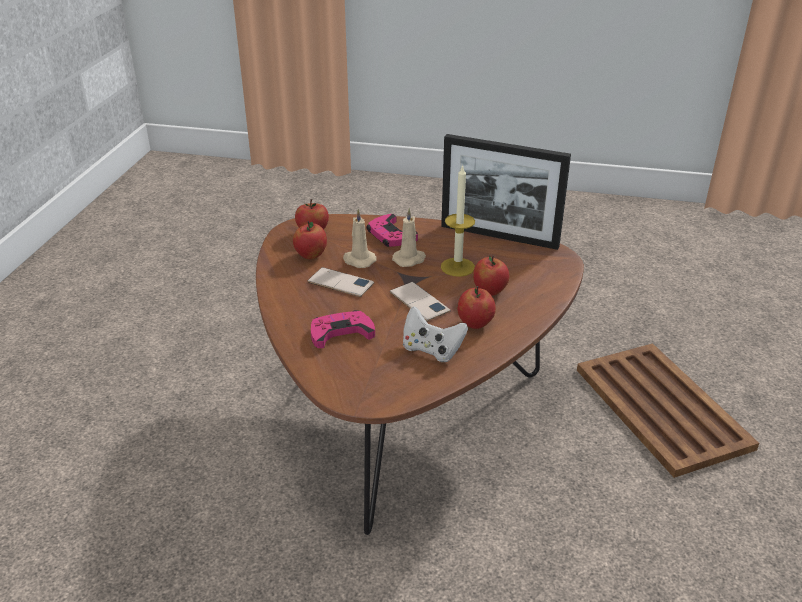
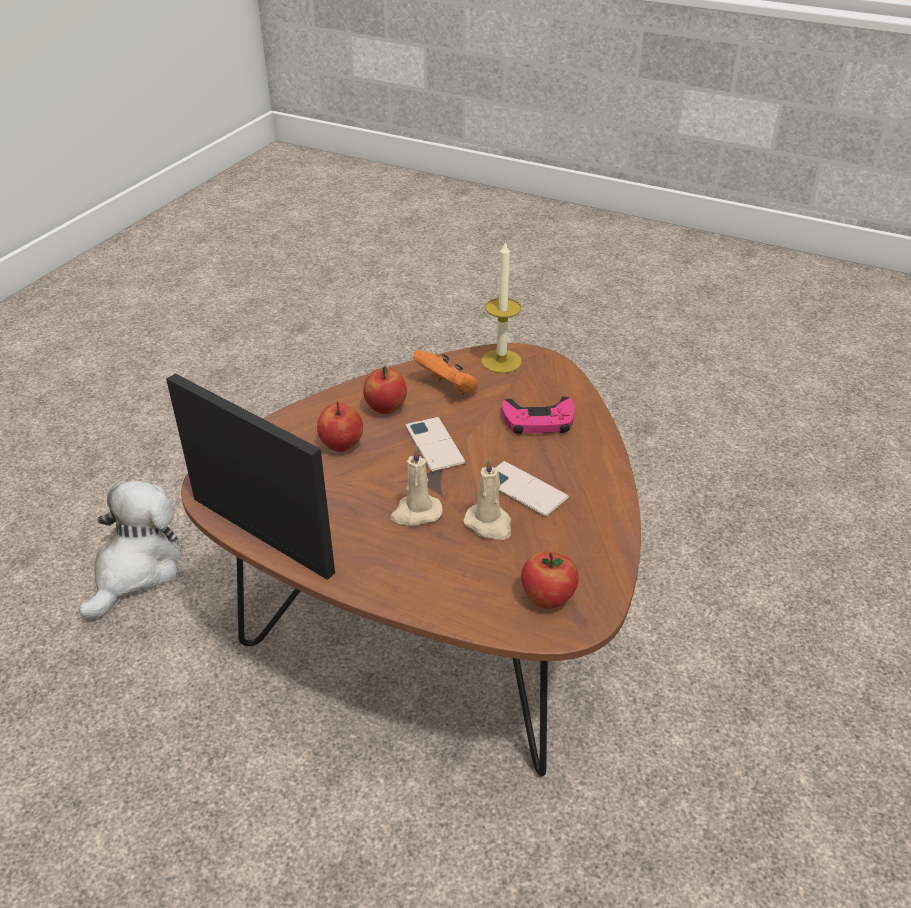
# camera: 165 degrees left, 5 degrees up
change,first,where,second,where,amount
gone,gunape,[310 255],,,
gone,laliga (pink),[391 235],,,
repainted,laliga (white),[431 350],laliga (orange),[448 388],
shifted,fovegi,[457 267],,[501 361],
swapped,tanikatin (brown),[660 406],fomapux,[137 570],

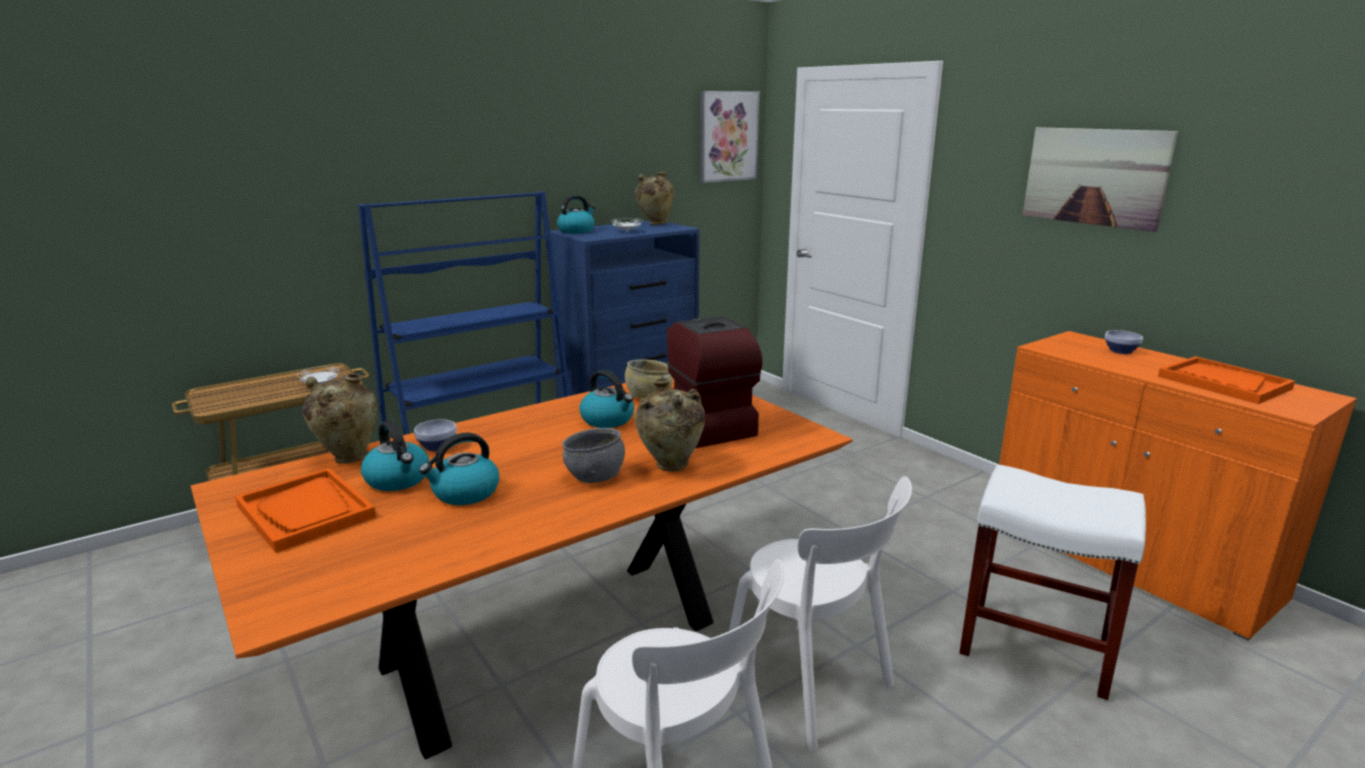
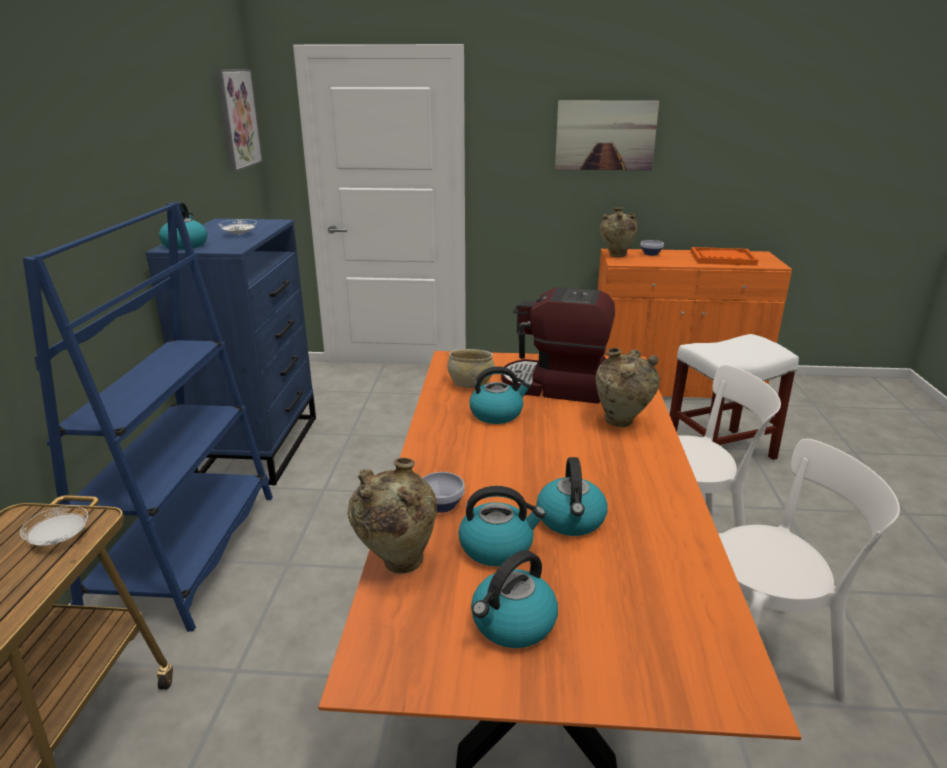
# camera: 50 degrees left, 5 degrees up
change,first,where,second,where,amount
swapped,tanikatin (orange),[306 512],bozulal,[512 623],
gone,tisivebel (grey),[595 476],,,
shifted,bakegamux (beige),[655 224],,[616 256],

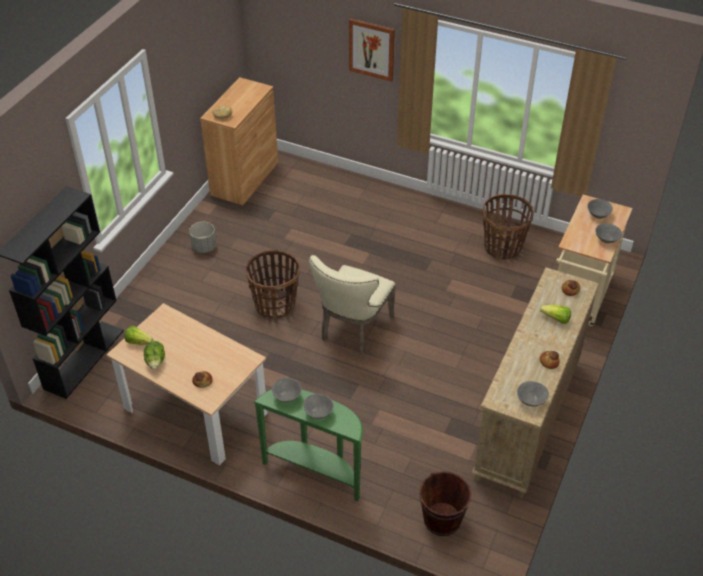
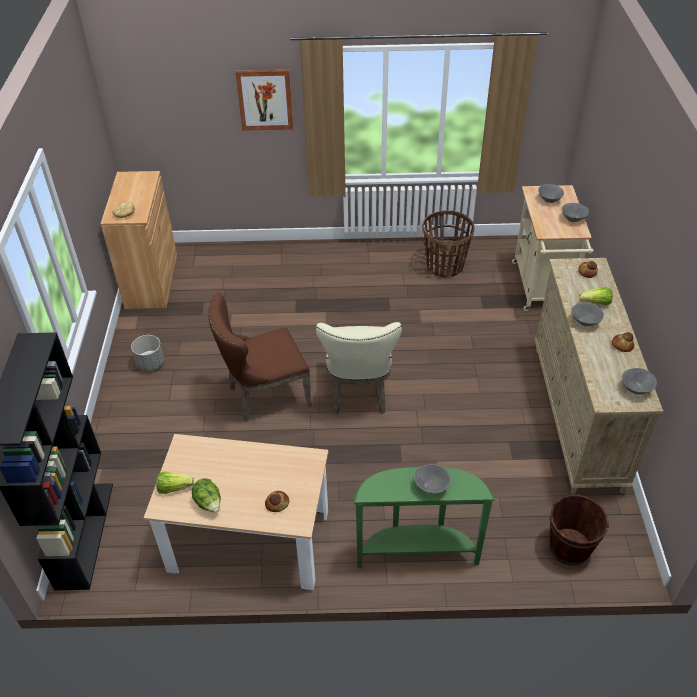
# camera: 25 degrees left, 0 degrees up
change,first,where,second,where,amount
swapped,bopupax,[275 305],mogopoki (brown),[264 396],
shifted,tisivebel (grey),[286 396],,[584 322],

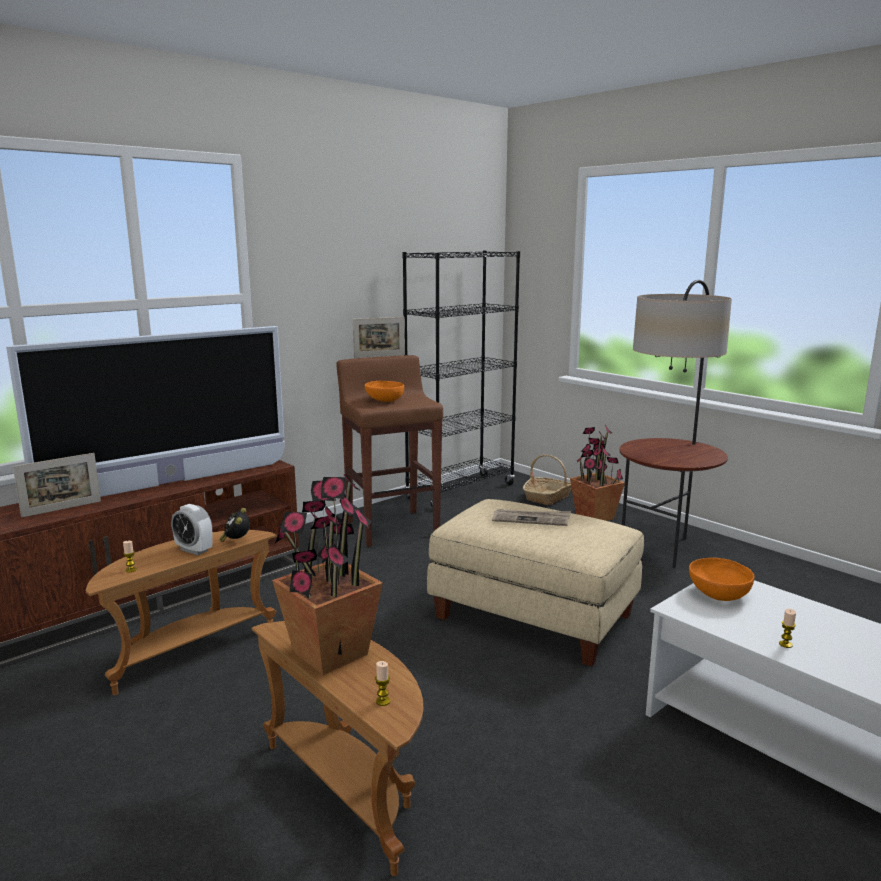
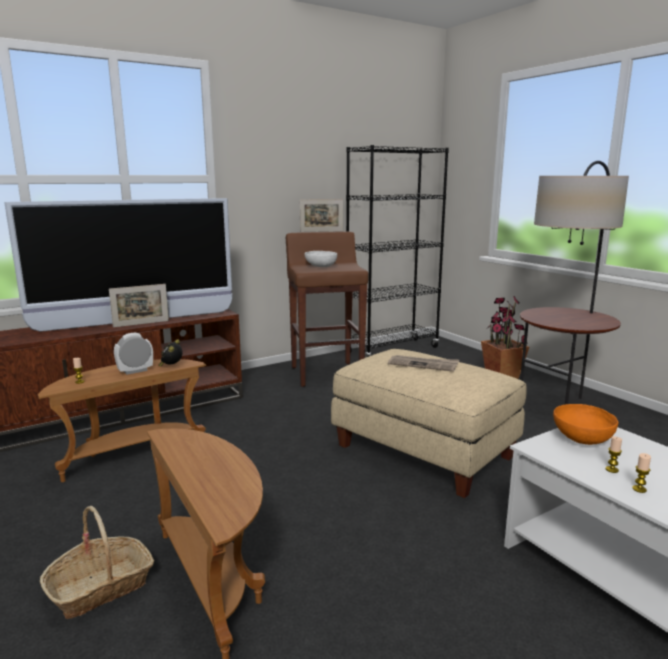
# camera: 10 degrees right, 0 degrees up
change,first,where,second,where,amount
shifted,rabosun,[62 509],,[141 324],
rotated,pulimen,[194 550],,[135 371],105 degrees clockwise
gone,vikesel,[329 653],,,
repainted,tisivebel (orange),[384 400],tisivebel (white),[320 266],
shifted,fovegi,[383 701],,[612 469],
shifted,bopupax,[548 497],,[101 587],

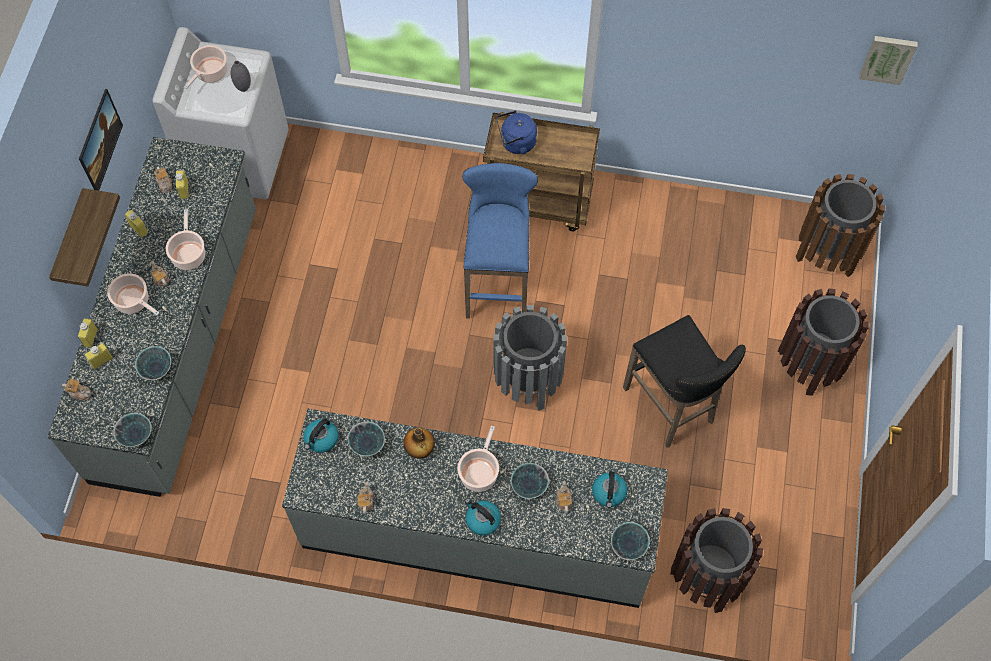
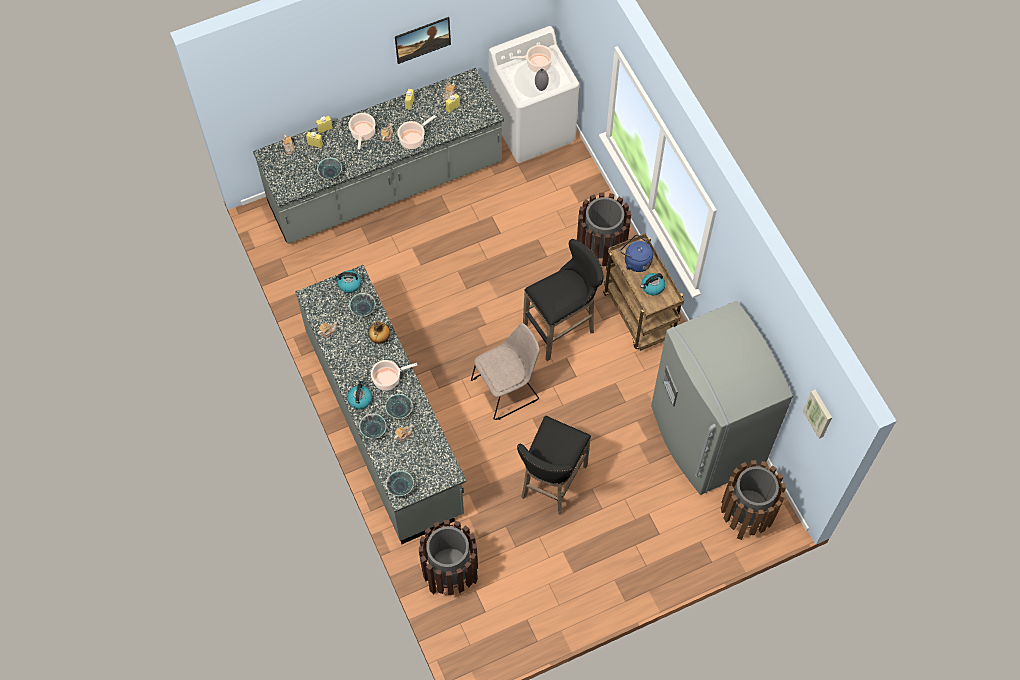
# camera: 55 degrees right, 0 degrees up
change,first,where,second,where,amount
gone,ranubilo,[71 241],,,
shifted,tisivebel,[136 435],,[373 430],
repainted,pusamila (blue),[498 282],pusamila (black),[562 328],
swapped,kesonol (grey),[528 380],mogopoki (beige),[507 388],
shifted,bozulal,[609 493],,[652 287],
shifted,kesonol (brown),[809 364],,[601 251],
new,,,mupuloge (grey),[704 437],

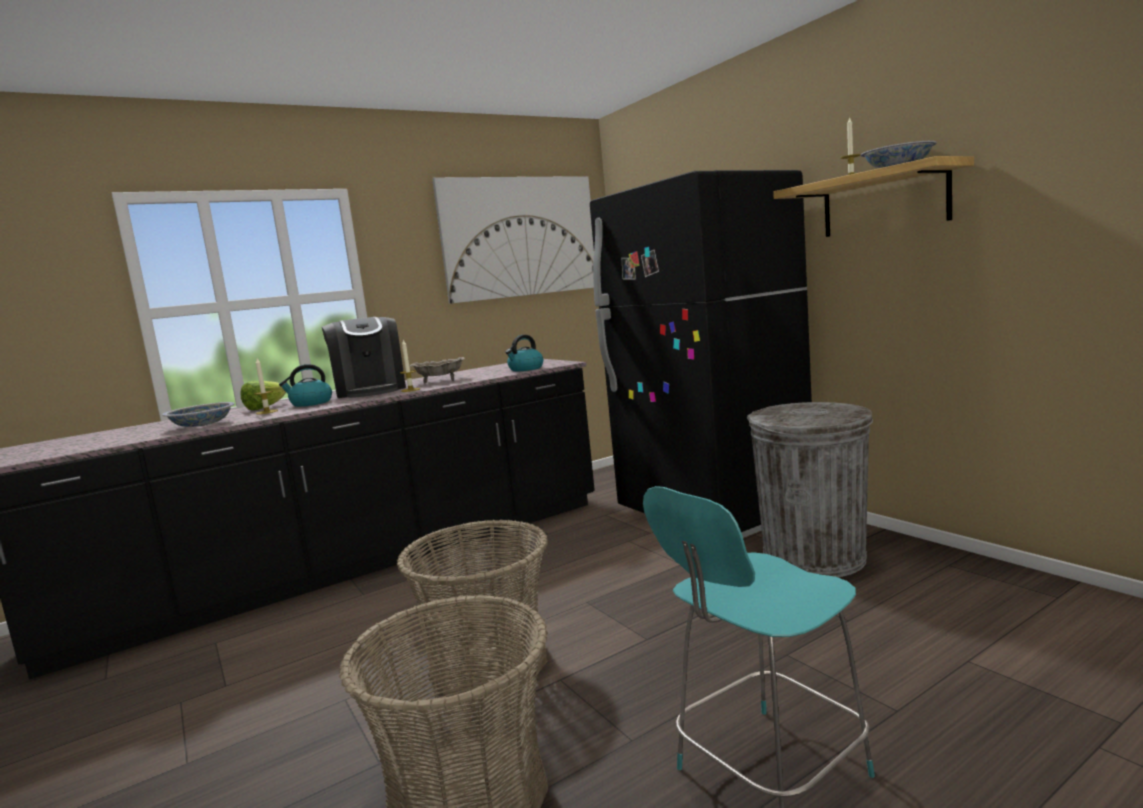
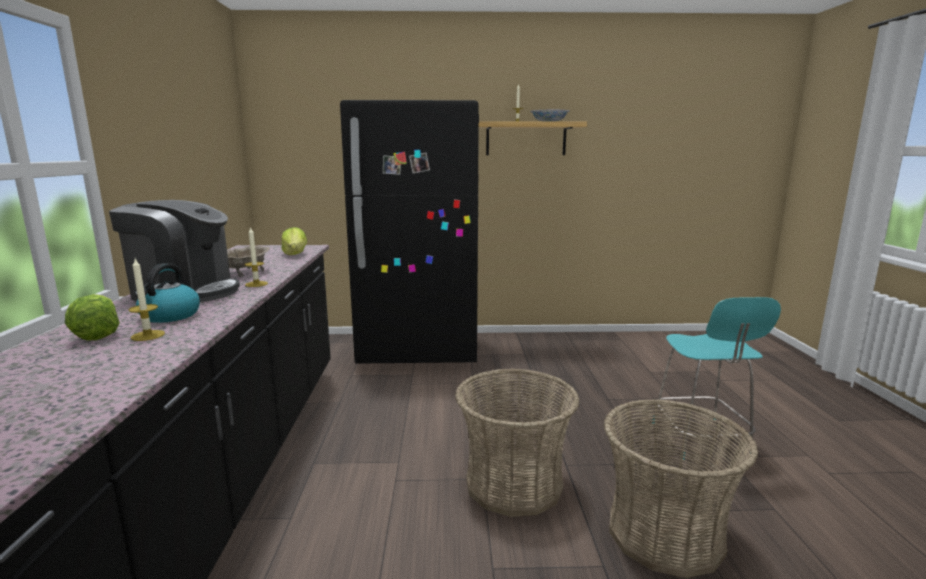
# camera: 60 degrees left, 5 degrees up
change,first,where,second,where,amount
gone,tisivebel,[202 425],,,
gone,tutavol,[520 237],,,
swapped,bozulal,[525 369],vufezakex,[295 254],
gone,kesonol (grey),[814 557],,,

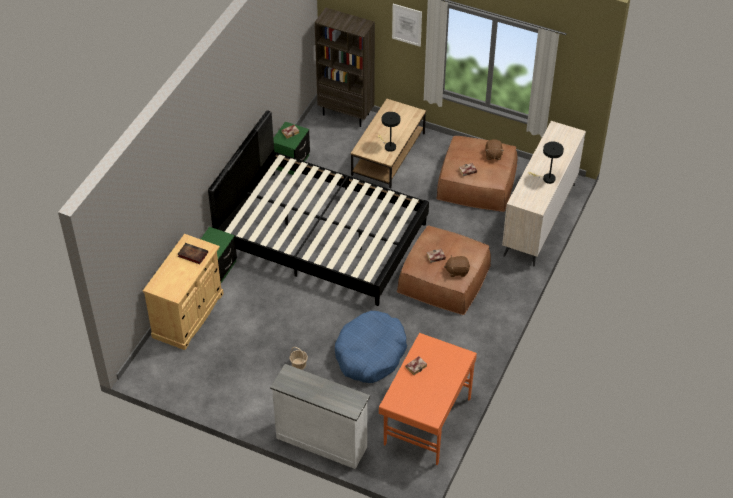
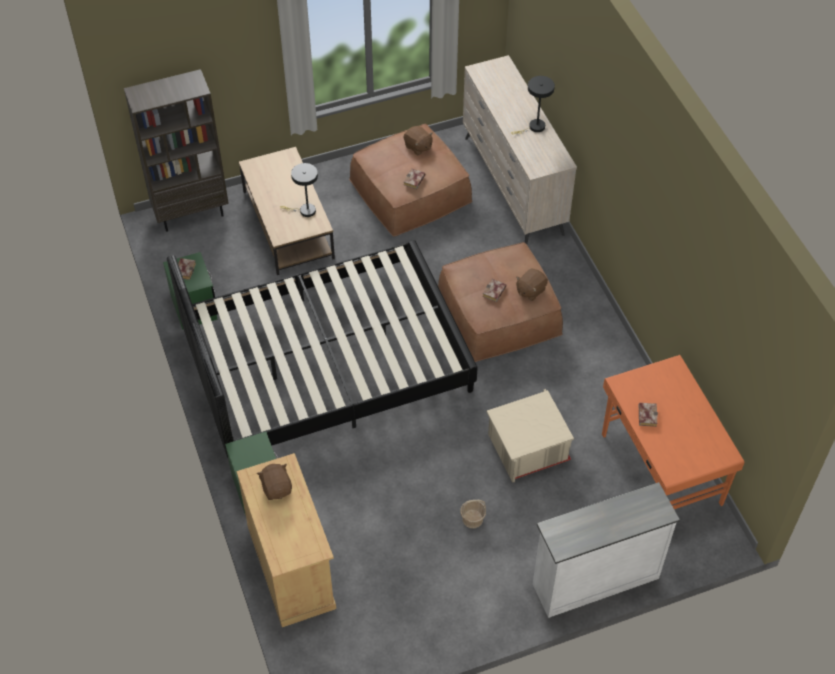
# camera: 45 degrees left, 5 degrees up
change,first,where,second,where,amount
swapped,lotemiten,[192 254],fomapux (brown),[277 488],
swapped,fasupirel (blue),[370 354],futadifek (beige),[527 447],
gone,tutavol,[407 25],,,

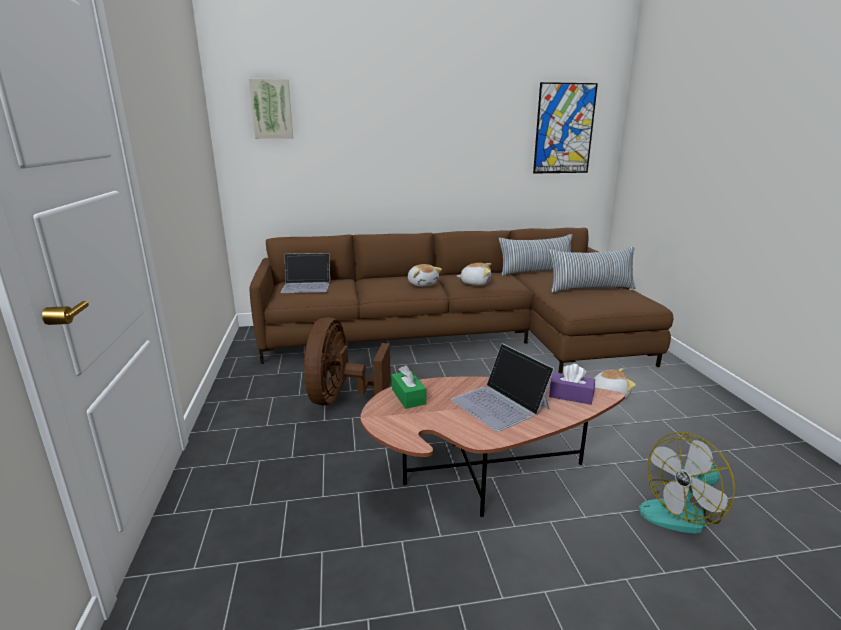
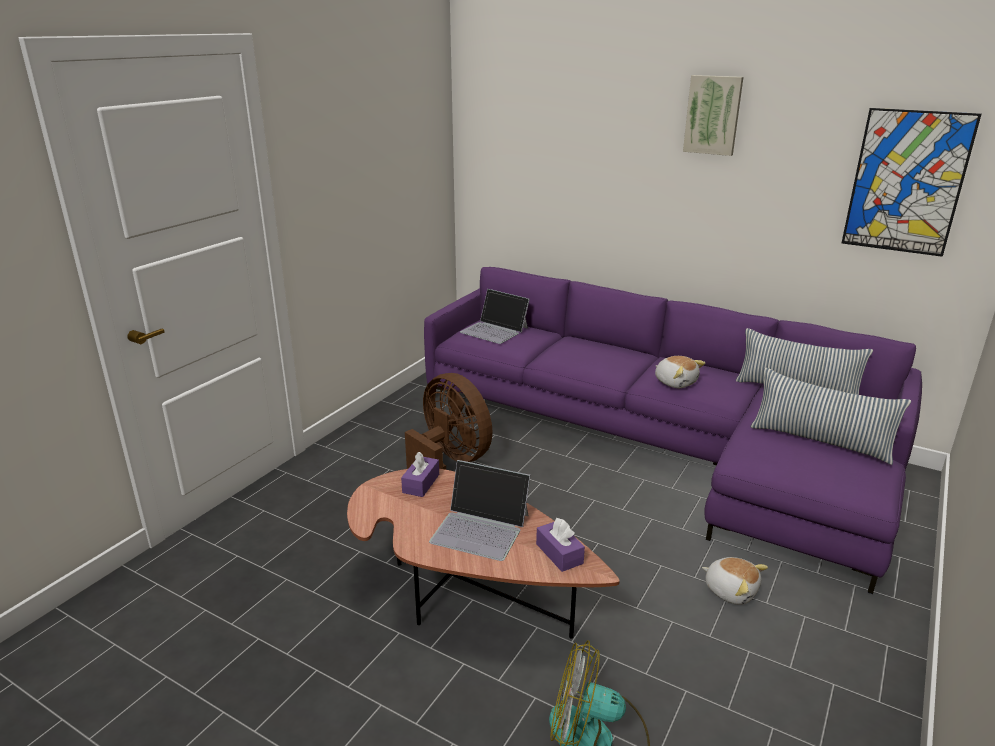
# camera: 40 degrees right, 5 degrees up
change,first,where,second,where,amount
shifted,tutavol,[271 109],,[713 115],
repainted,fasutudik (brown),[463 336],fasutudik (purple),[663 444],
rotated,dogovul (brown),[341 398],,[450 463],90 degrees clockwise
repainted,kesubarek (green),[408 396],kesubarek (purple),[421 483],
gone,fomapux,[422 284],,,
rotated,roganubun,[500 404],,[481 528],75 degrees counterclockwise

